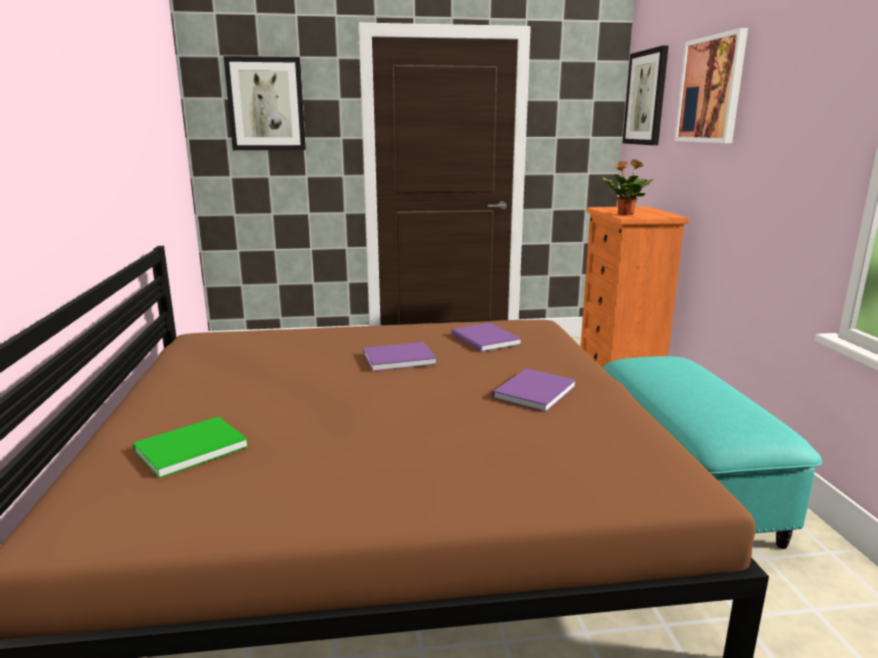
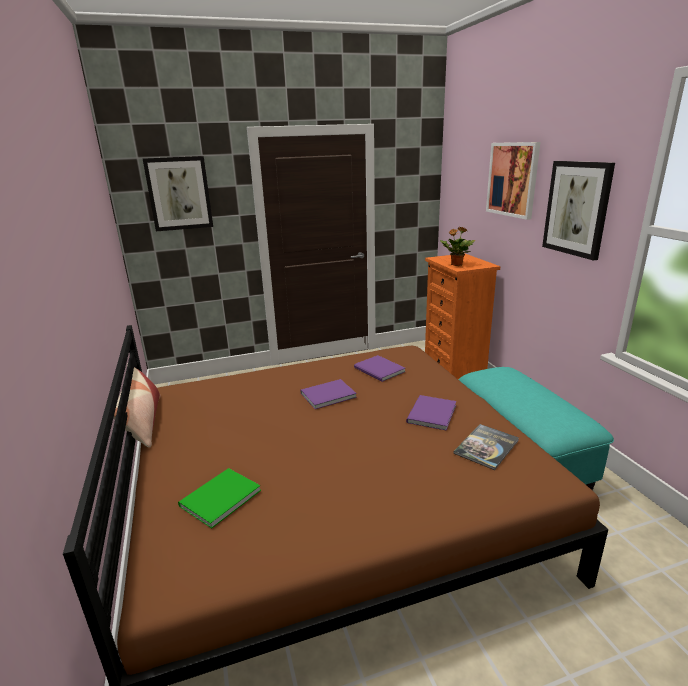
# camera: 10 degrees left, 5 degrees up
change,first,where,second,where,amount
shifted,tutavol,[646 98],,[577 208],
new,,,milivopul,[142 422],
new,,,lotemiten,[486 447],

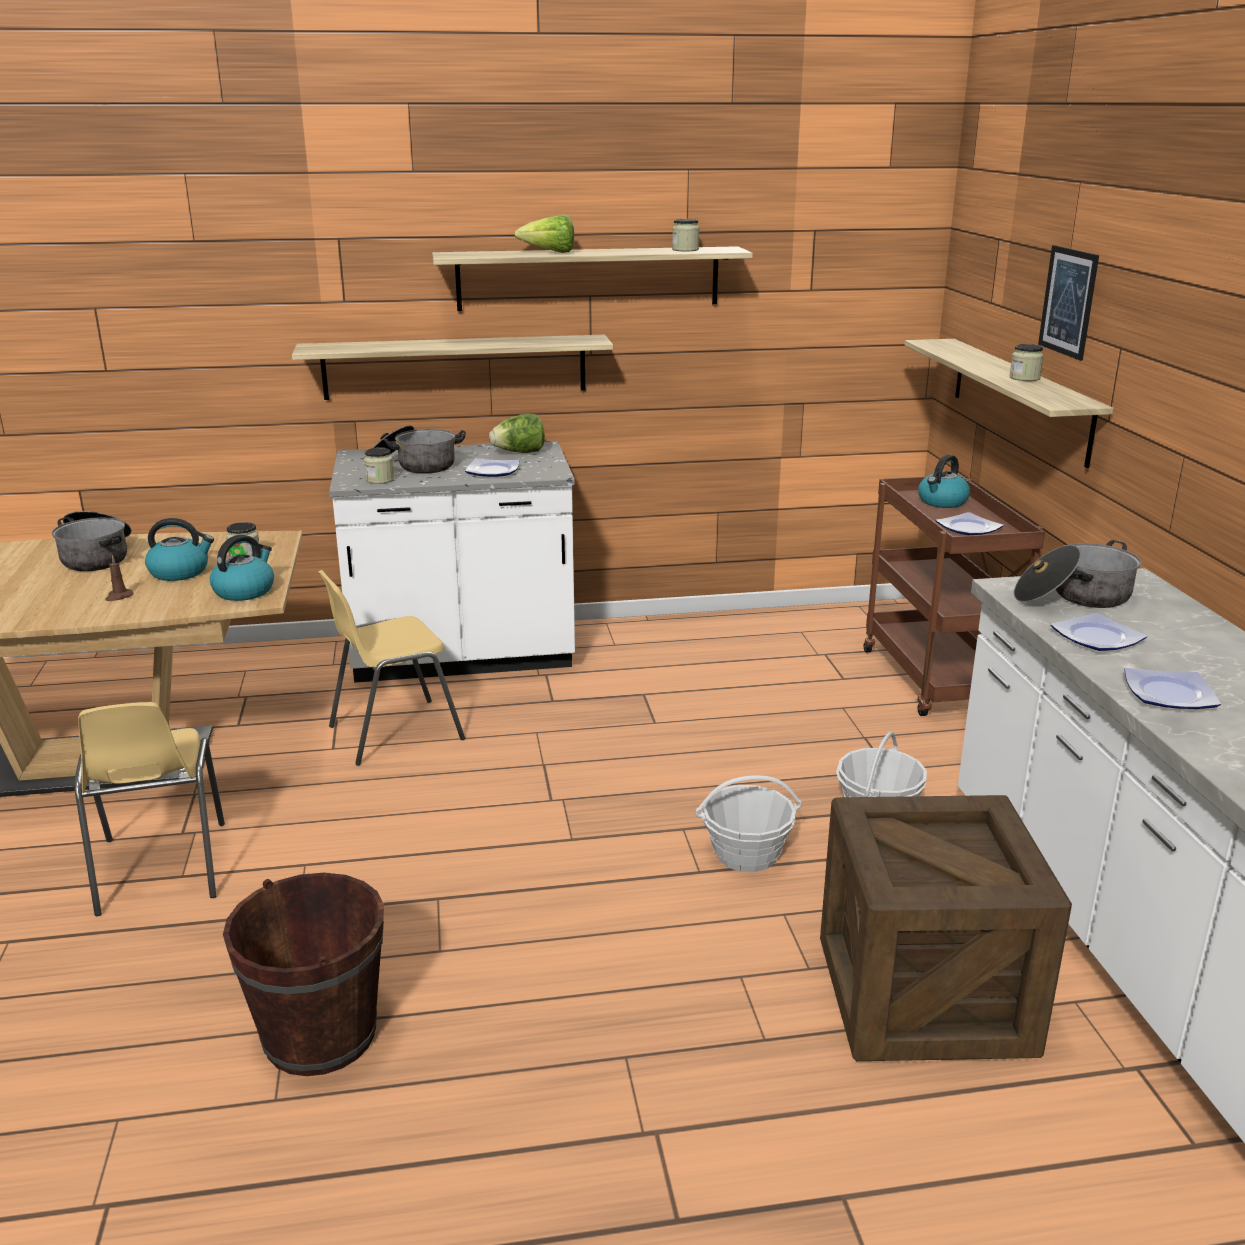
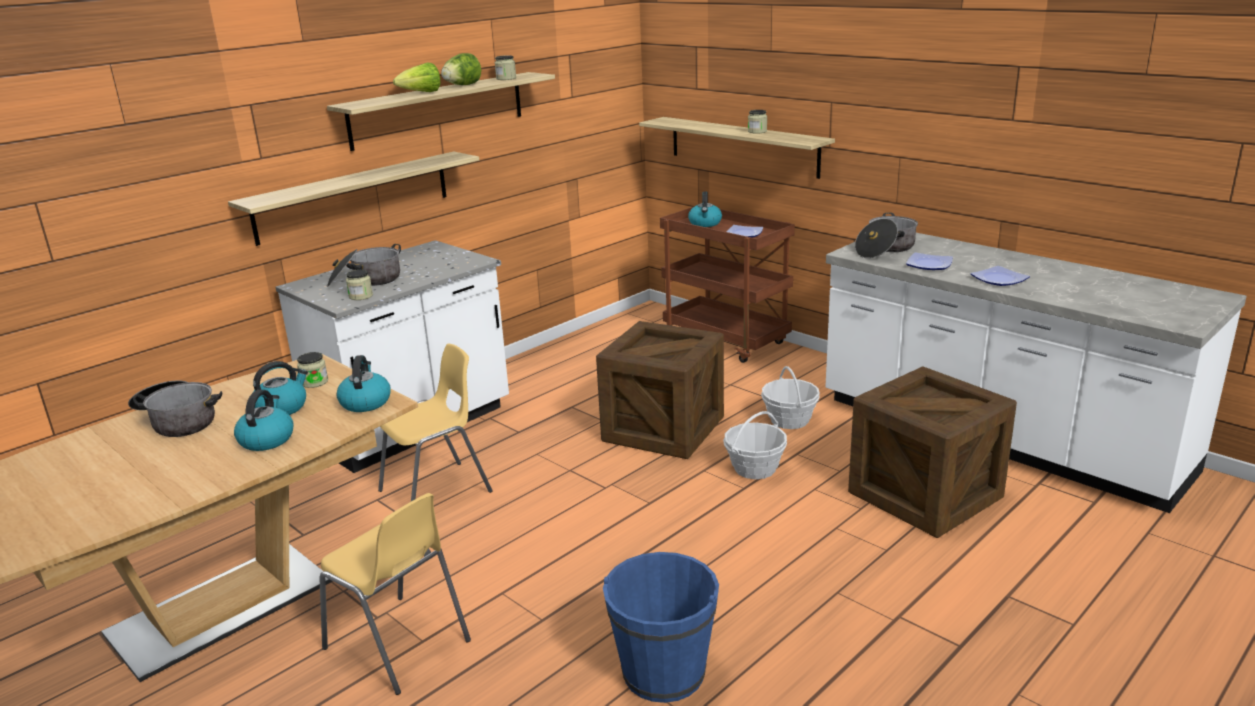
# camera: 35 degrees left, 0 degrees up
change,first,where,second,where,amount
swapped,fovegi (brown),[119 597],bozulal,[266 439],
repainted,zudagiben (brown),[320 1035],zudagiben (blue),[663 672],
rotated,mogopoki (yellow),[394 732],,[437 492],150 degrees counterclockwise
gone,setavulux,[491 471],,,
shifted,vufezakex,[519 453],,[462 85],
gone,tutavol,[1068 302],,,
new,,,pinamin,[663 429],

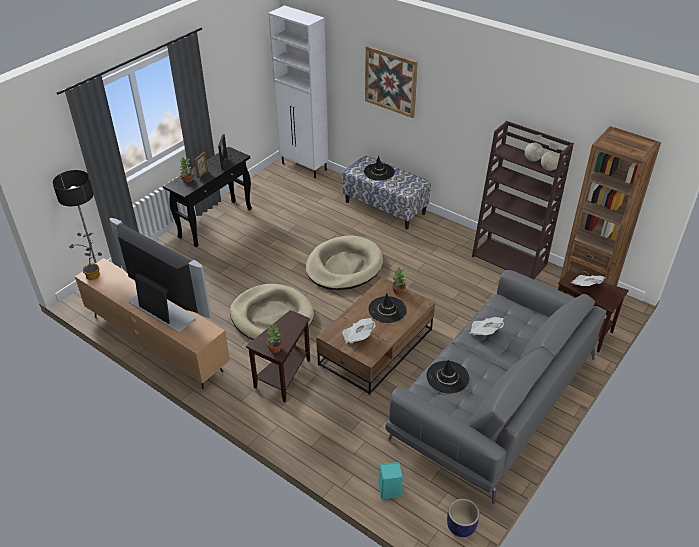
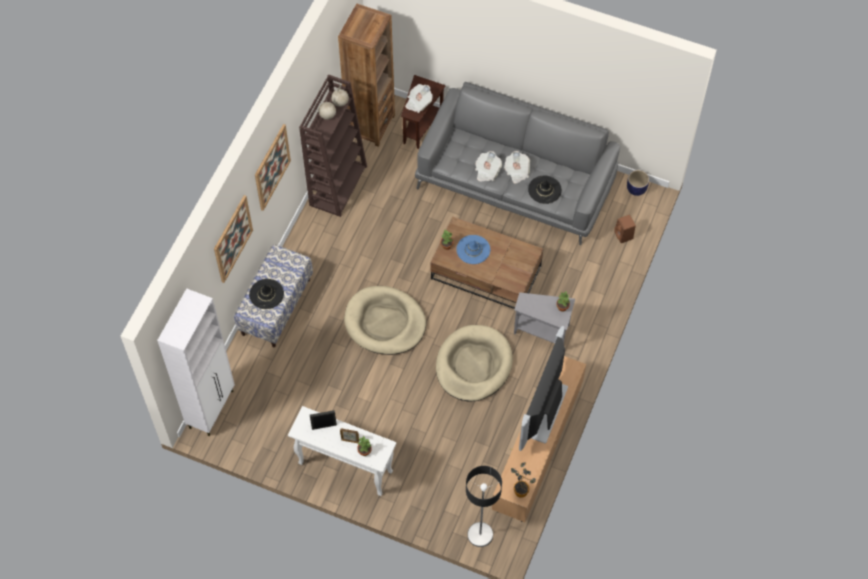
# camera: 105 degrees left, 20 degrees up
change,first,where,second,where,amount
repainted,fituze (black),[216 222],fituze (white),[344 467],
repainted,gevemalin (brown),[284 378],gevemalin (grey),[543 333],
shifted,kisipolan,[357 336],,[517 171],
repainted,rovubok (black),[387 310],rovubok (blue),[473 249],
repainted,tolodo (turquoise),[389 490],tolodo (brown),[624 236],
new,,,tutavol,[272 167],

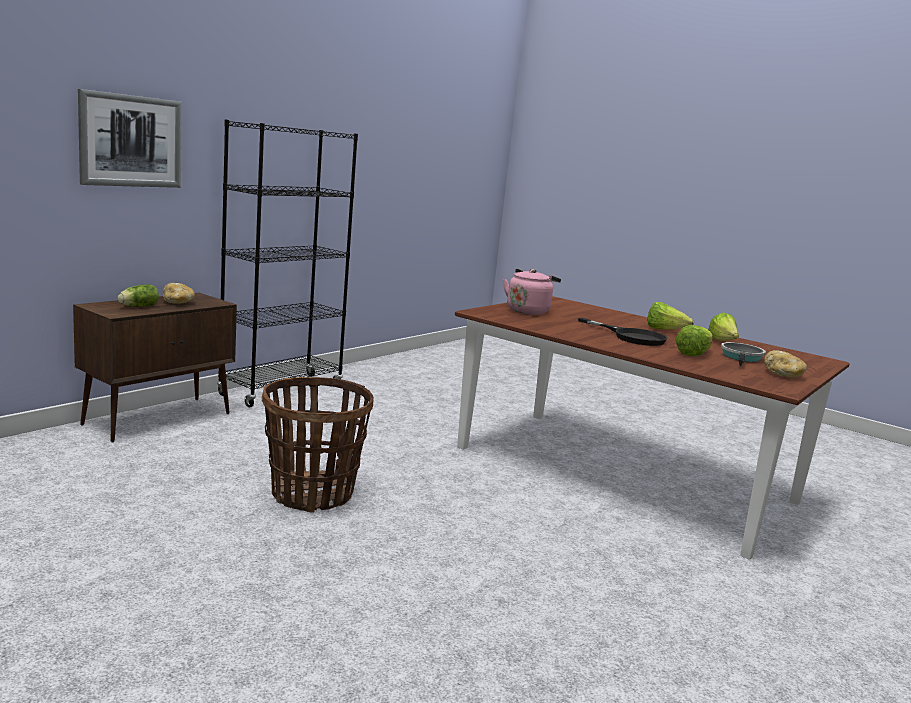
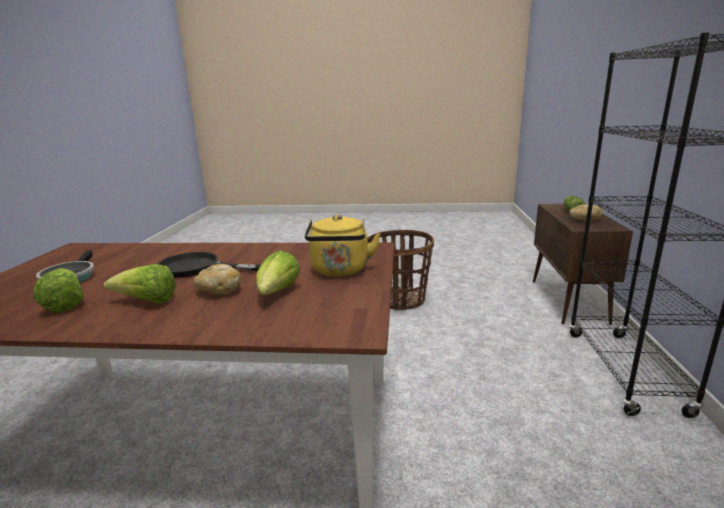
# camera: 150 degrees right, 5 degrees up
change,first,where,second,where,amount
gone,tutavol,[131 141],,,
repainted,bozulal (pink),[528 311],bozulal (yellow),[340 271],
shifted,vufezakex,[693 354],,[277 293],
shifted,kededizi,[783 375],,[219 290],

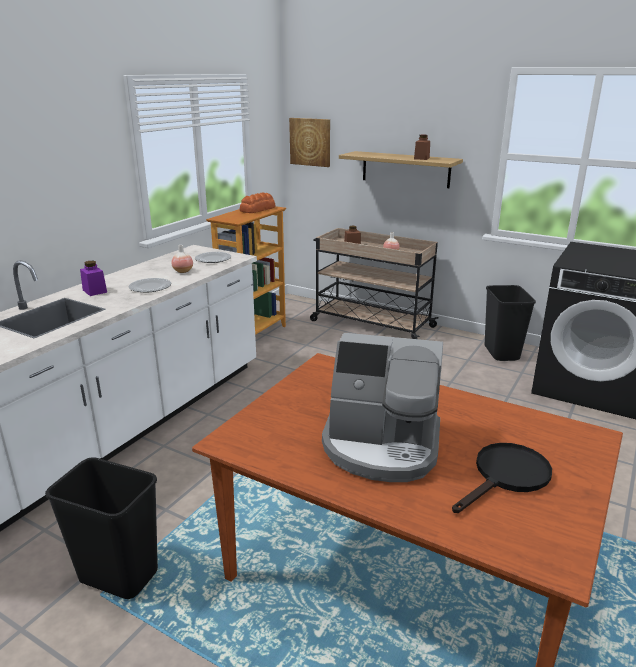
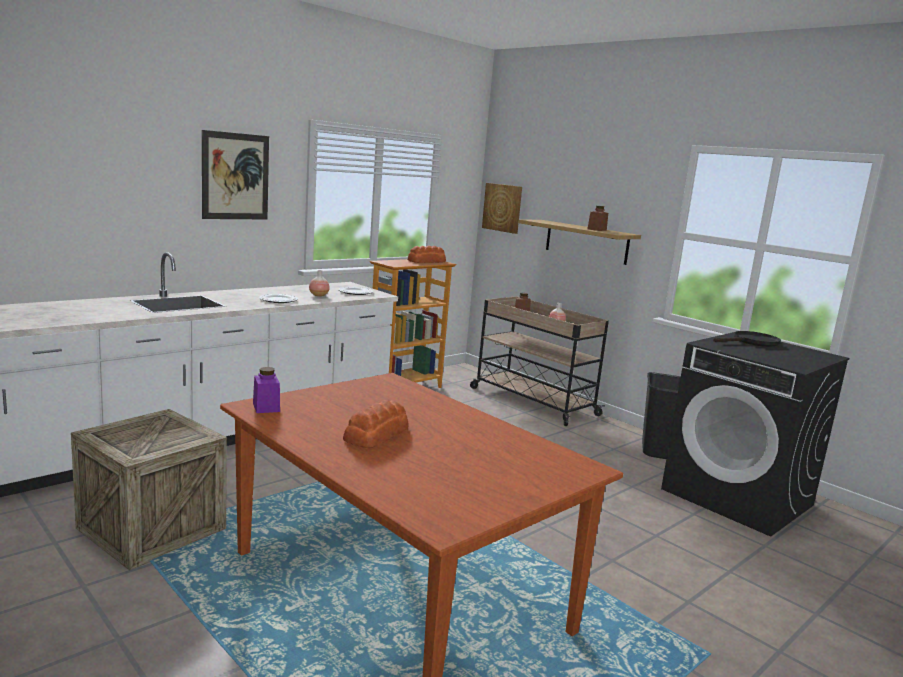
# camera: 15 degrees right, 10 degrees down
change,first,where,second,where,amount
swapped,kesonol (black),[117 576],pinamin,[152 529],
shifted,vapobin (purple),[95 291],,[266 407],
swapped,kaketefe,[381 446],kededizi,[377 434],
shifted,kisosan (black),[506 477],,[751 342],
new,,,tutavol,[235 176],

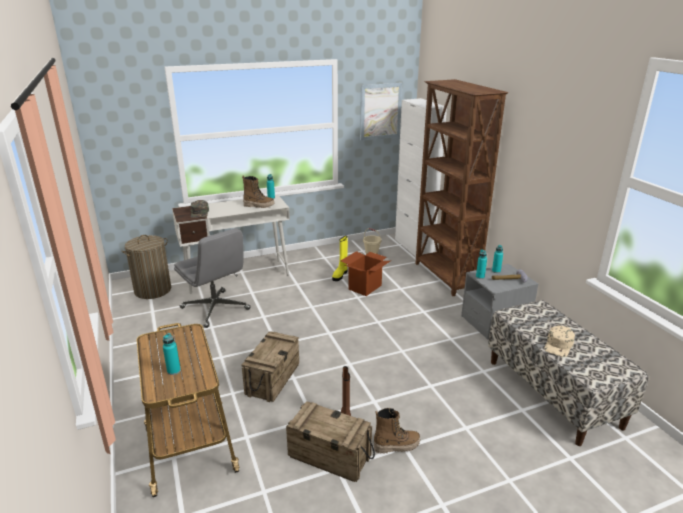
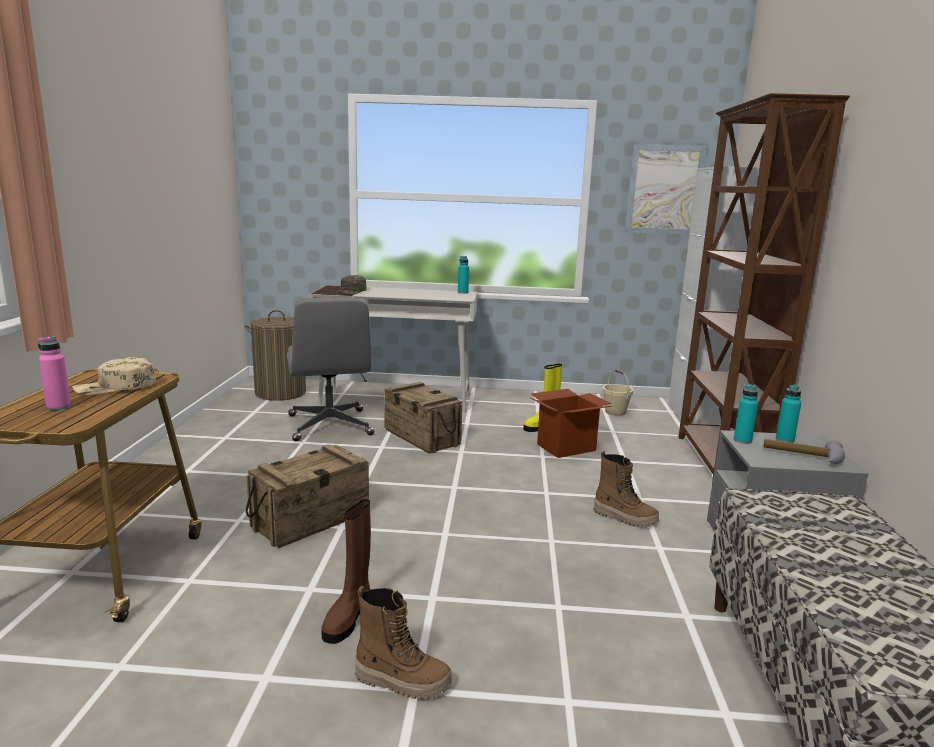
# camera: 25 degrees right, 10 degrees down
change,first,where,second,where,amount
repainted,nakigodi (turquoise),[173 371],nakigodi (pink),[58 407],
shifted,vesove,[259 205],,[624 518],
shifted,pinamin,[329 457],,[421 437],
shifted,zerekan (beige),[559 345],,[115 386],

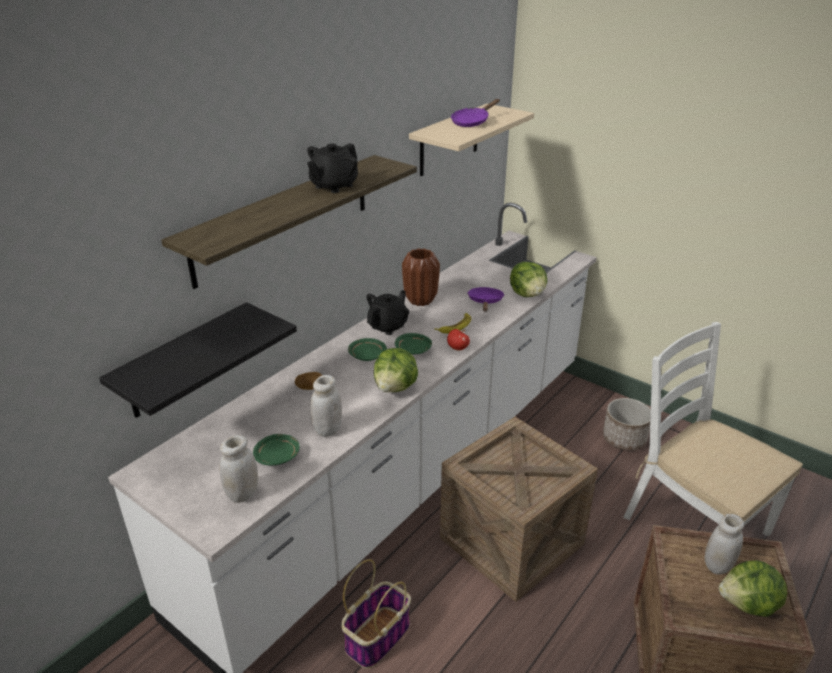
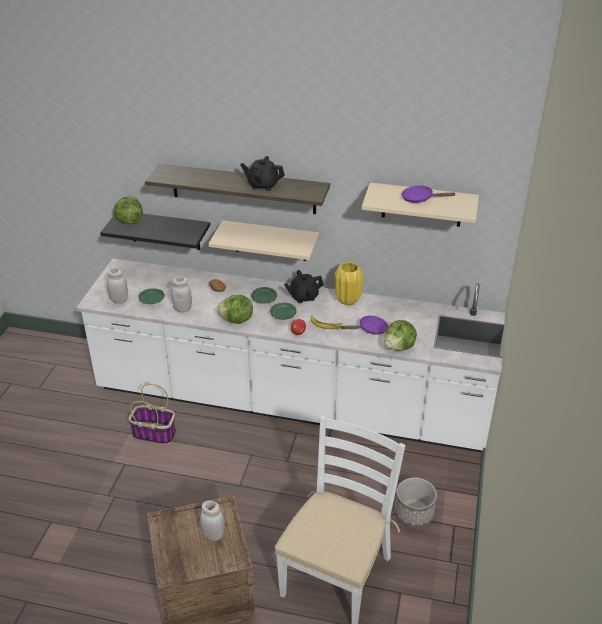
# camera: 65 degrees right, 5 degrees up
change,first,where,second,where,amount
rotated,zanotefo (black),[388 326],,[303 297],150 degrees clockwise
repainted,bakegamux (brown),[420 300],bakegamux (yellow),[348 300],
gone,pinamin,[511 541],,,
shifted,vufezakex,[748 605],,[129 221],
new,,,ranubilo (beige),[270 241],

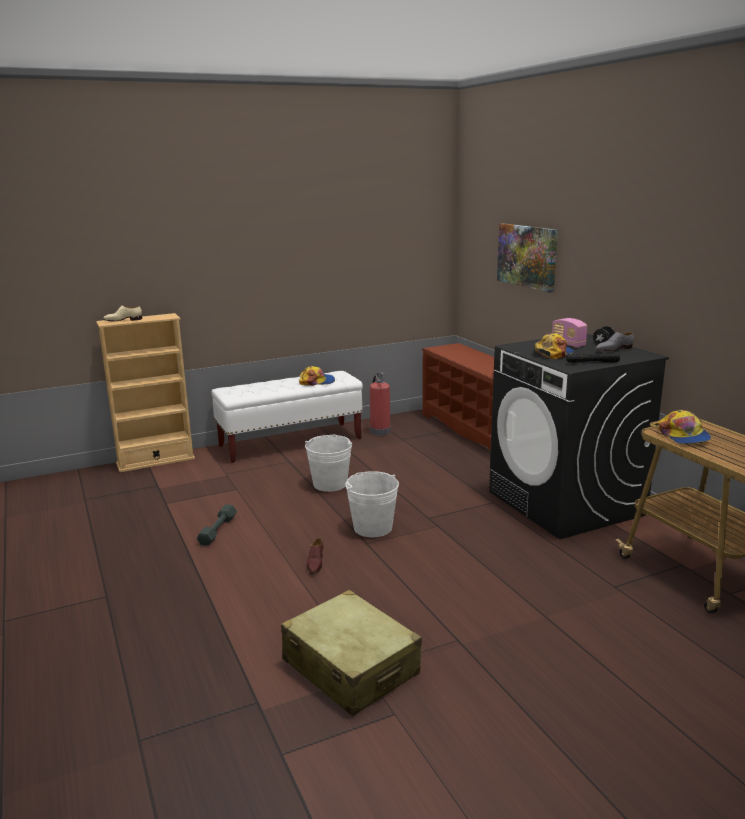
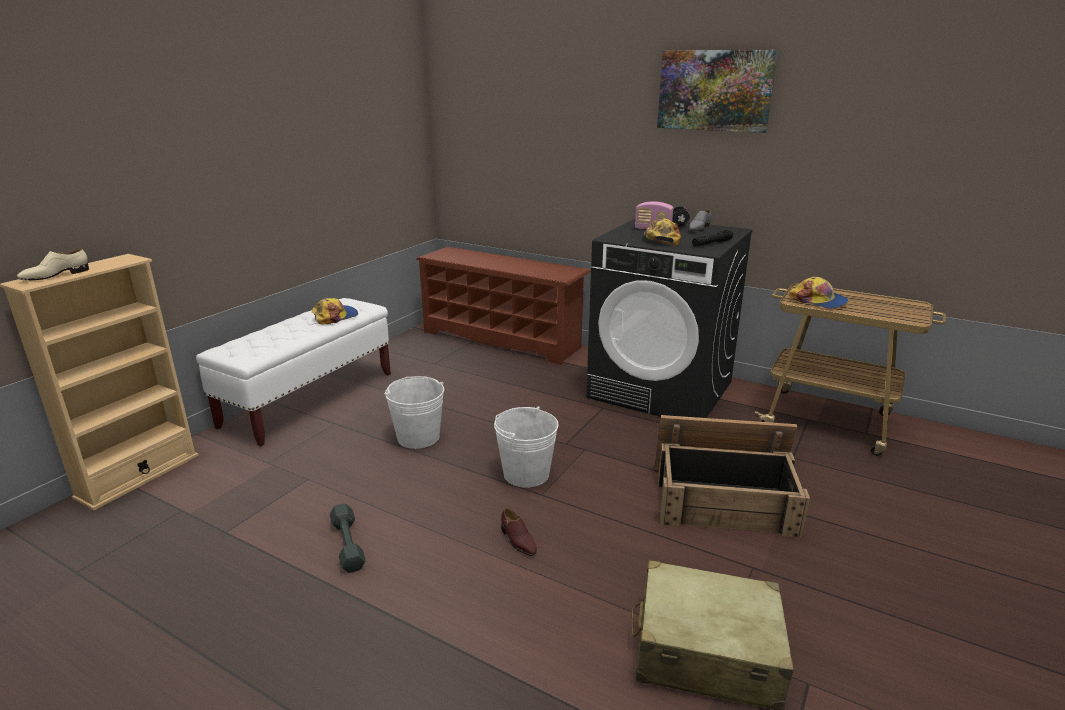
# camera: 35 degrees left, 5 degrees up
change,first,where,second,where,amount
gone,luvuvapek,[379 431],,,
shifted,tutavol,[527 256],,[714 90],
new,,,pinamin,[724 499],

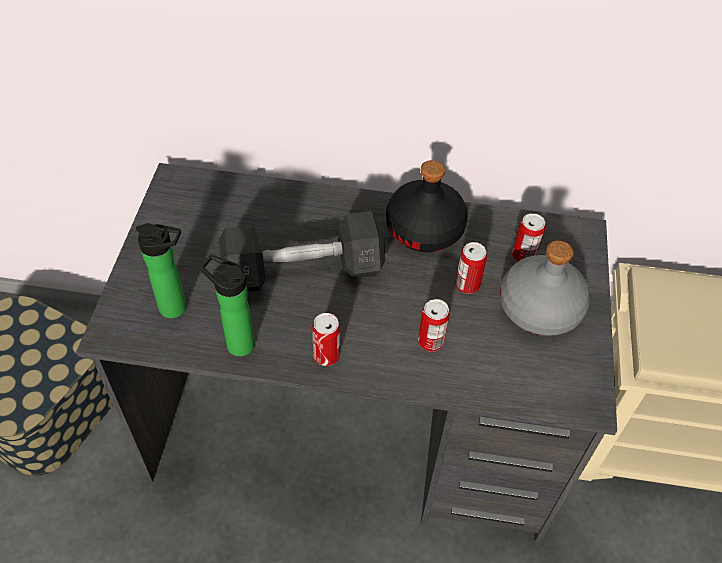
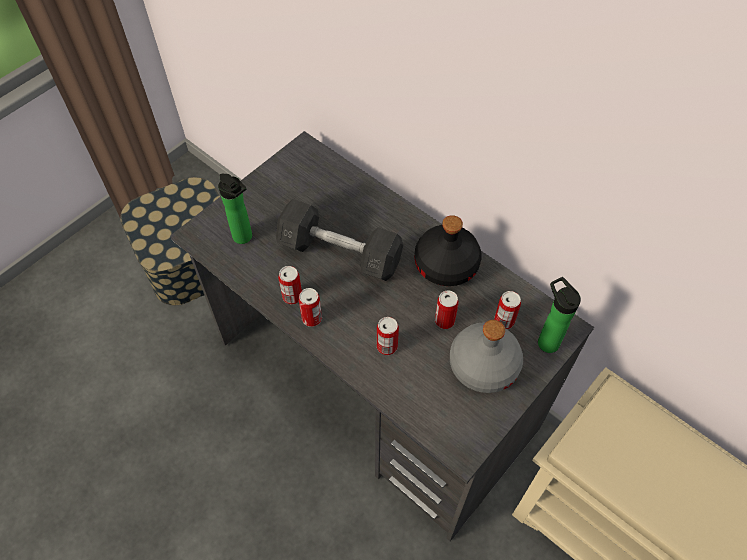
# camera: 35 degrees right, 5 degrees up
change,first,where,second,where,amount
shifted,nakigodi,[236 343],,[546 340],
new,,,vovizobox,[292 296],

